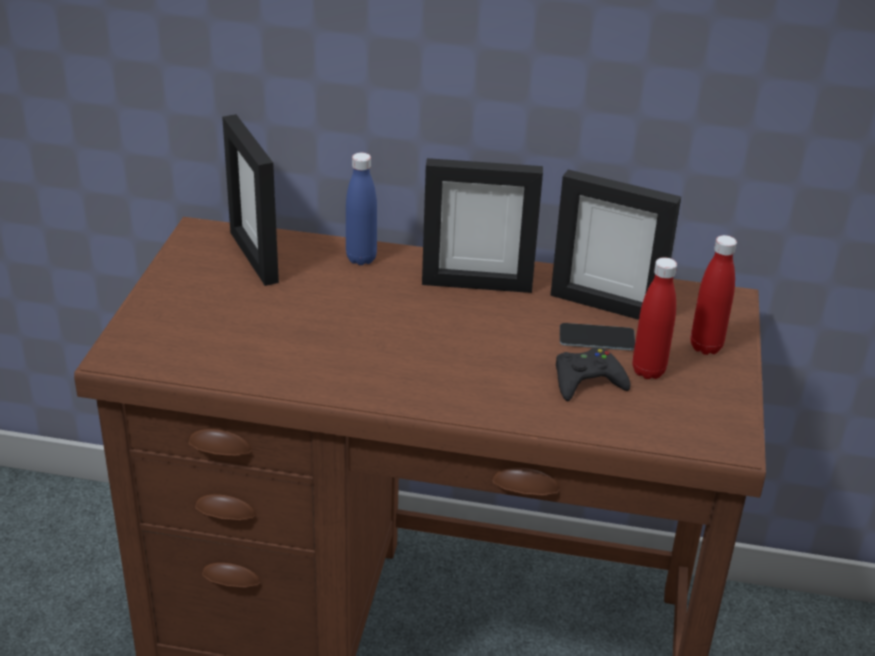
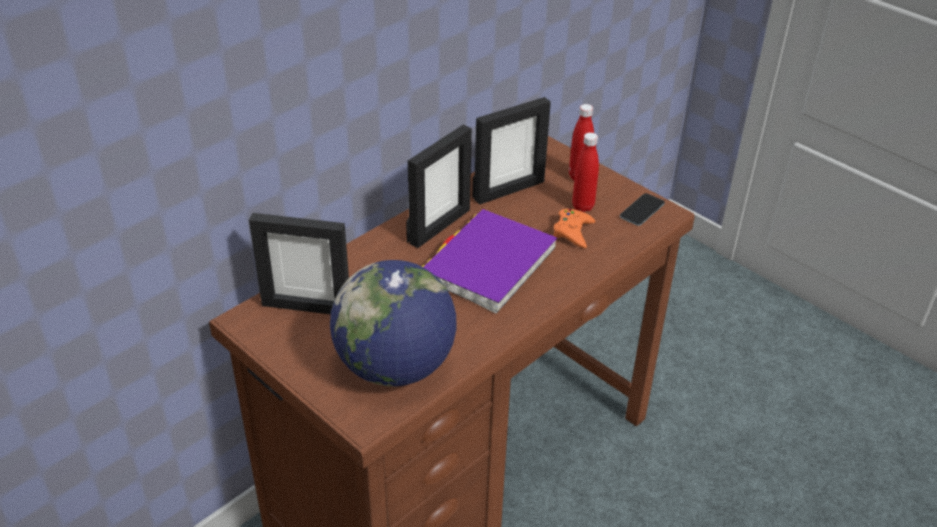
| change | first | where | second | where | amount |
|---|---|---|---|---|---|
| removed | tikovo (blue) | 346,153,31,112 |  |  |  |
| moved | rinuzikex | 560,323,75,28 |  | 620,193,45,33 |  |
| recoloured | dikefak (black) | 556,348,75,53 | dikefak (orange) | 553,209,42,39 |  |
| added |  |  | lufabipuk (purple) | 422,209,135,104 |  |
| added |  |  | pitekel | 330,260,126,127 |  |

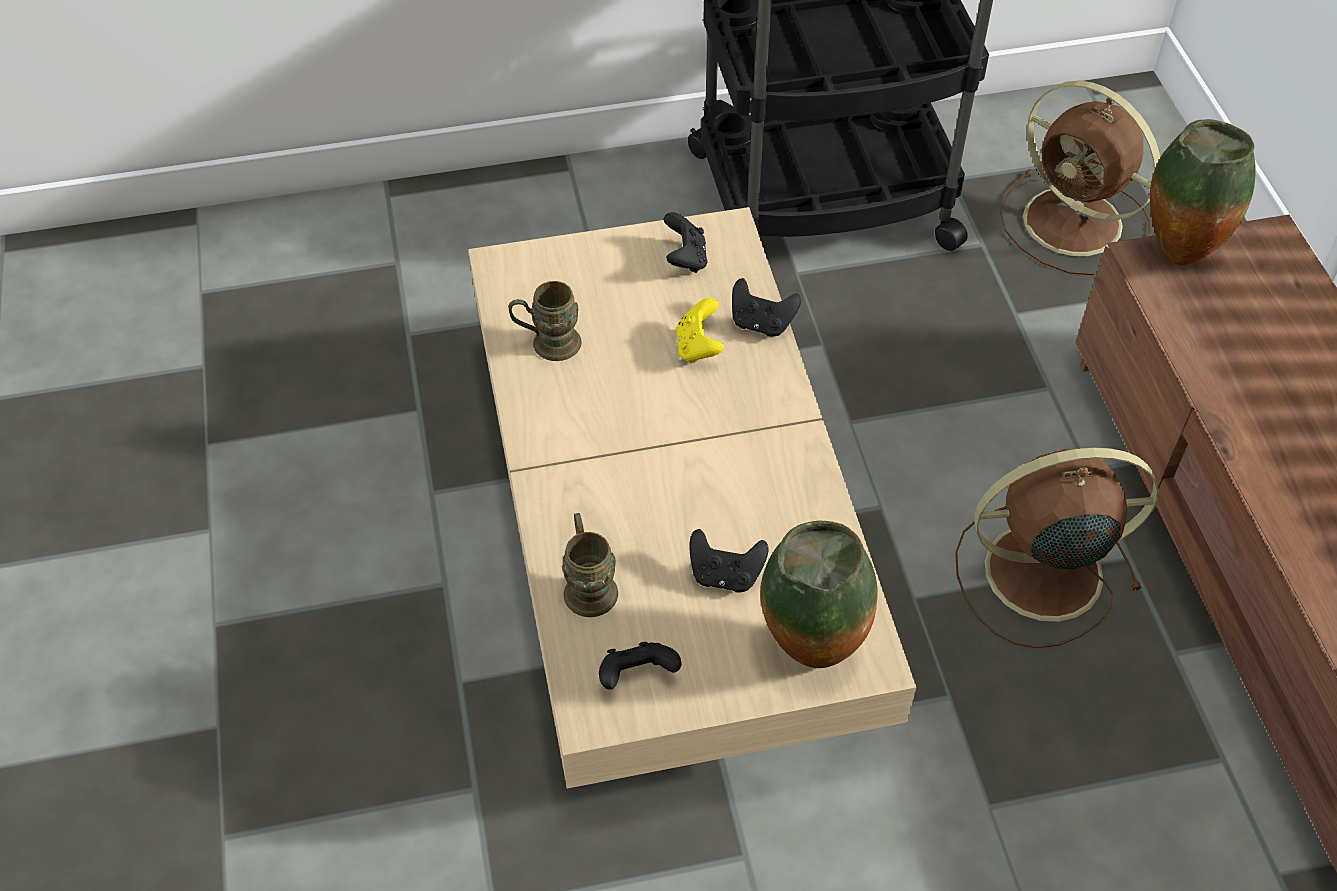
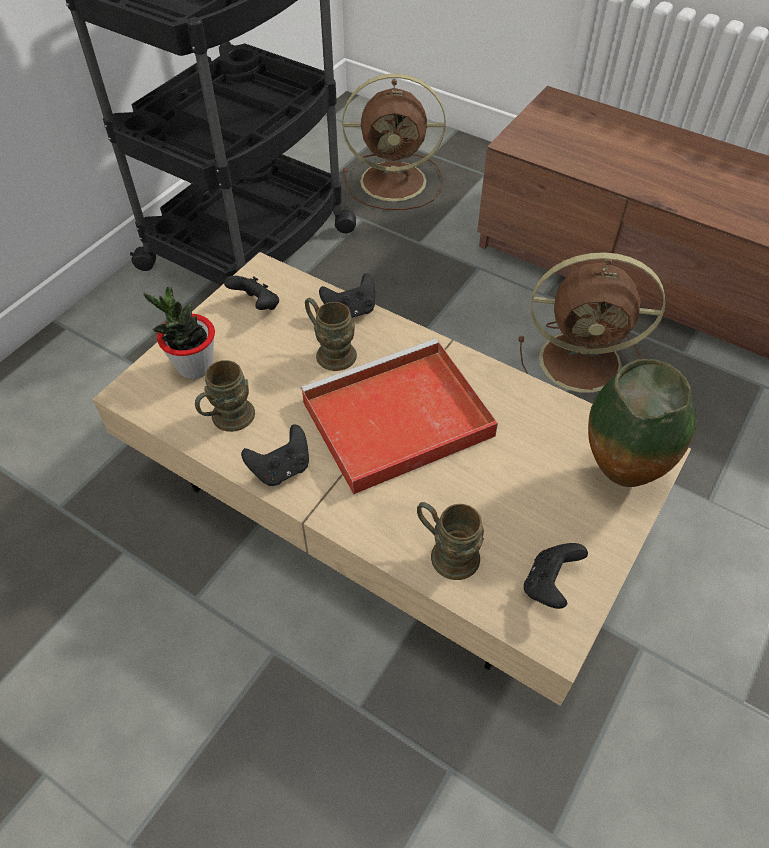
| change | first | where | second | where | amount |
|---|---|---|---|---|---|
| removed | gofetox | 1150,119,106,147 |  |  |  |
| replaced | dikefak (yellow) | 676,298,48,66 | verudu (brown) | 305,298,52,73 |  |
| turned | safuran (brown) | 955,448,204,200 |  | 519,252,146,140 | 120 degrees counterclockwise |
| moved | dikefak (black) | 689,529,79,63 |  | 241,424,68,62 |  |
| added |  |  | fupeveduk | 143,286,72,93 |  |
| added |  |  | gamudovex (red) | 301,339,197,156 |  |

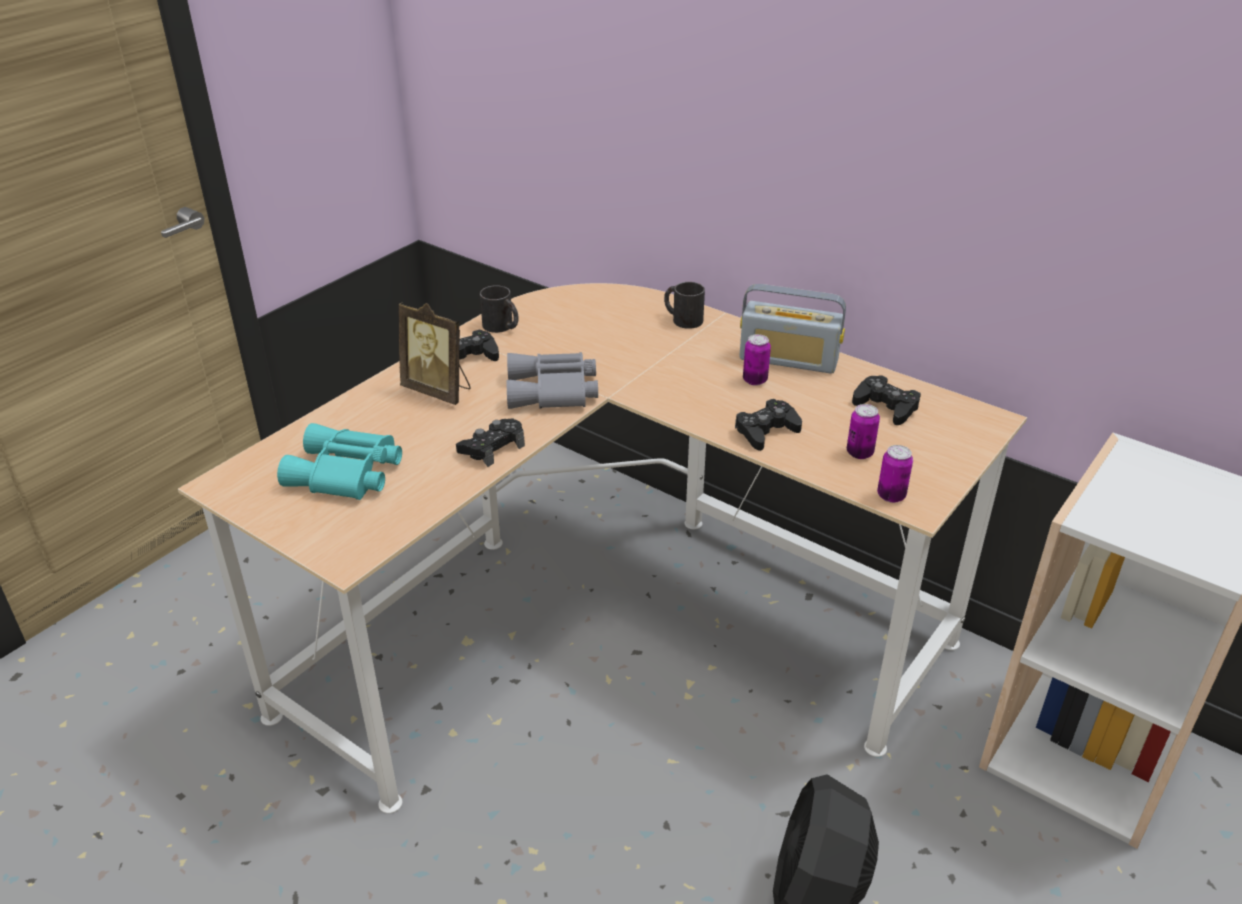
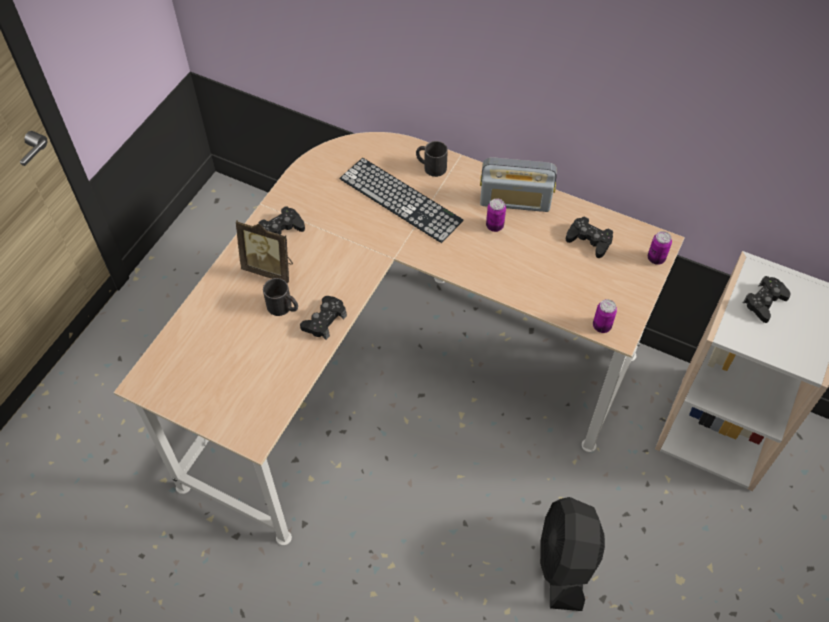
| change | first | where | second | where | amount |
|---|---|---|---|---|---|
| moved | verudu (black) | 480,285,39,48 |  | 263,278,35,38 |  |
| removed | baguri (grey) | 507,352,91,57 |  |  |  |
| moved | dikefak (black) | 735,399,67,52 |  | 743,276,47,47 |  |
| moved | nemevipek | 847,404,33,55 |  | 648,231,24,34 |  |
| removed | baguri (turquoise) | 277,423,125,77 |  |  |  |
| added |  |  | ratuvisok | 340,158,124,85 |  |

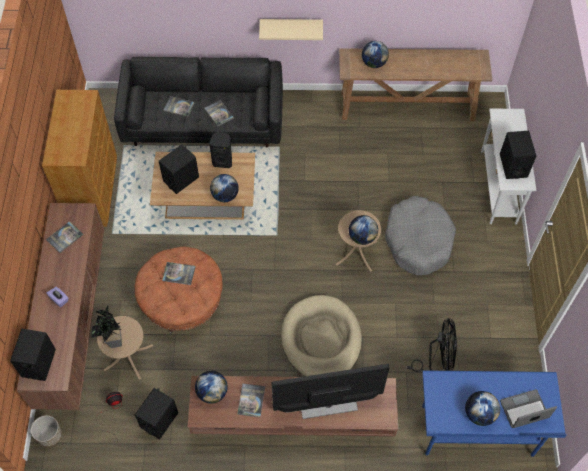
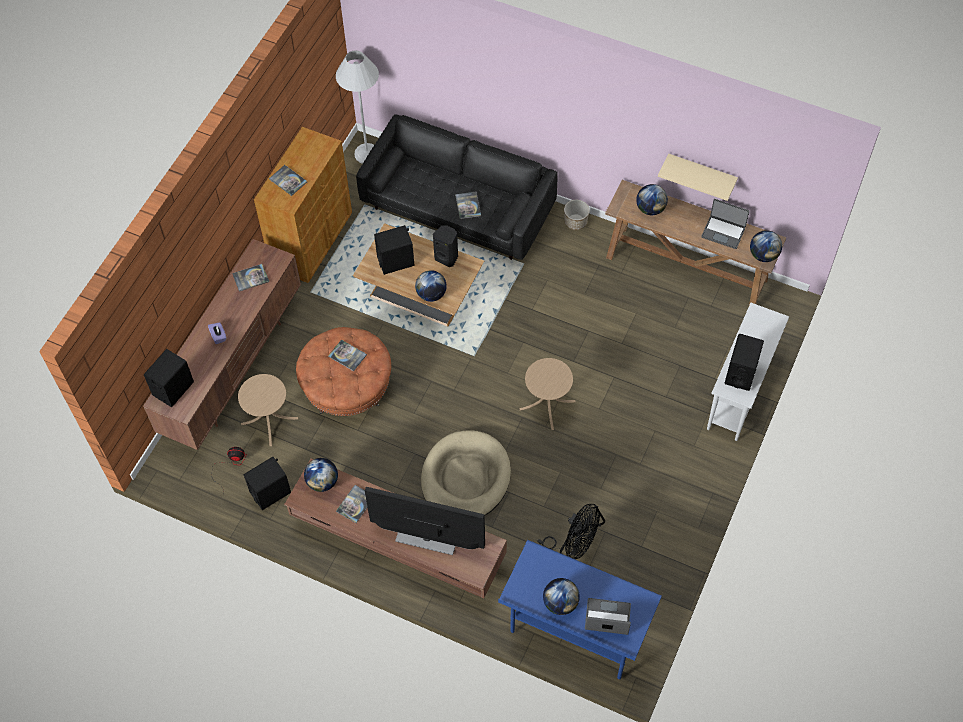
| change | first | where | second | where | amount |
|---|---|---|---|---|---|
| moved | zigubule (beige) | 259,19,64,21 |  | 658,154,80,47 |  |
| moved | lufabipuk | 163,96,32,21 |  | 269,165,38,31 |  |
| removed | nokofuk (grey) | 385,196,71,79 |  |  |  |
| moved | pitekel | 349,215,29,30 |  | 750,230,32,32 |  |
| removed | fupeveduk | 92,306,30,42 |  |  |  |
| moved | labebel | 31,415,31,32 |  | 564,200,26,30 |  |
| added |  |  | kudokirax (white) | 336,50,43,114 |  |
| added |  |  | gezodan | 701,199,49,50 |  |

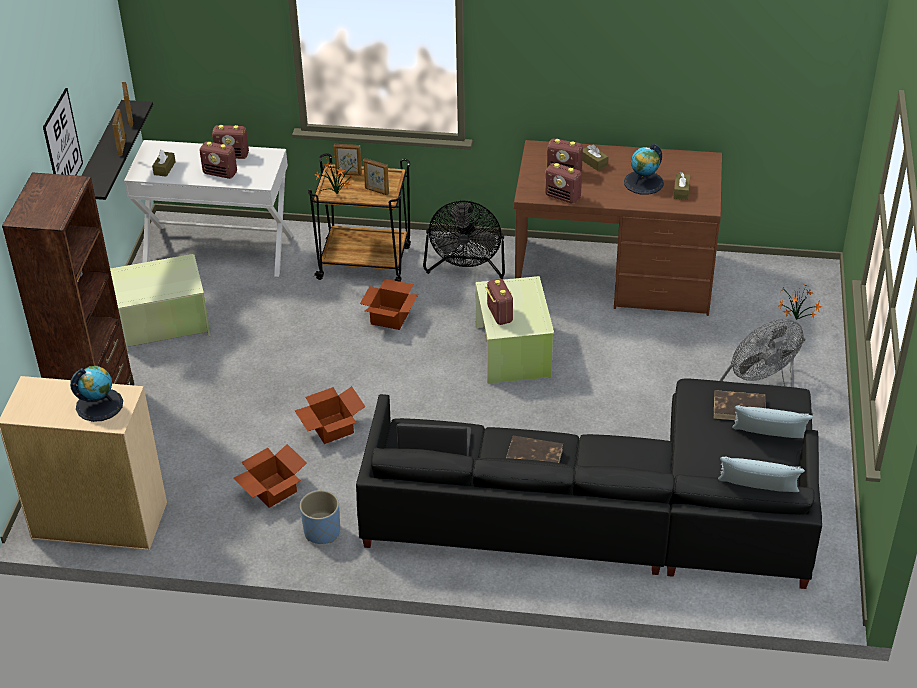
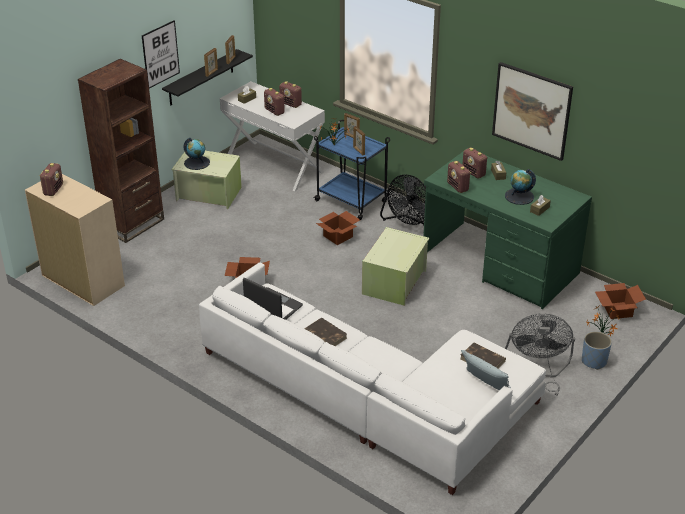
| change | first | where | second | where | amount |
|---|---|---|---|---|---|
| recoloured | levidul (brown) | 514,140,208,176 | levidul (green) | 423,148,169,161 |  |
| recoloured | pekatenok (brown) | 308,153,103,129 | pekatenok (blue) | 314,120,76,100 |  |
| moved | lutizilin | 485,278,28,47 |  | 39,163,24,33 |  |
| moved | pitekel | 70,366,53,56 |  | 183,138,27,32 |  |
| recoloured | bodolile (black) | 356,378,466,211 | bodolile (white) | 199,262,347,233 |  |
| moved | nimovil | 234,444,73,64 |  | 595,283,51,36 |  |
| removed | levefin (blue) | 718,456,87,36 |  |  |  |
| moved | labebel (blue) | 300,490,40,54 |  | 582,331,30,39 |  |
| added |  |  | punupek | 492,62,81,99 |  |

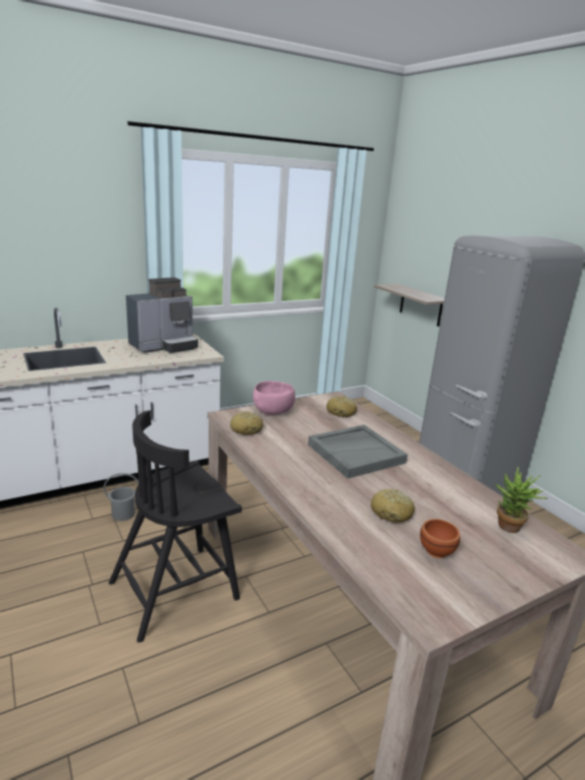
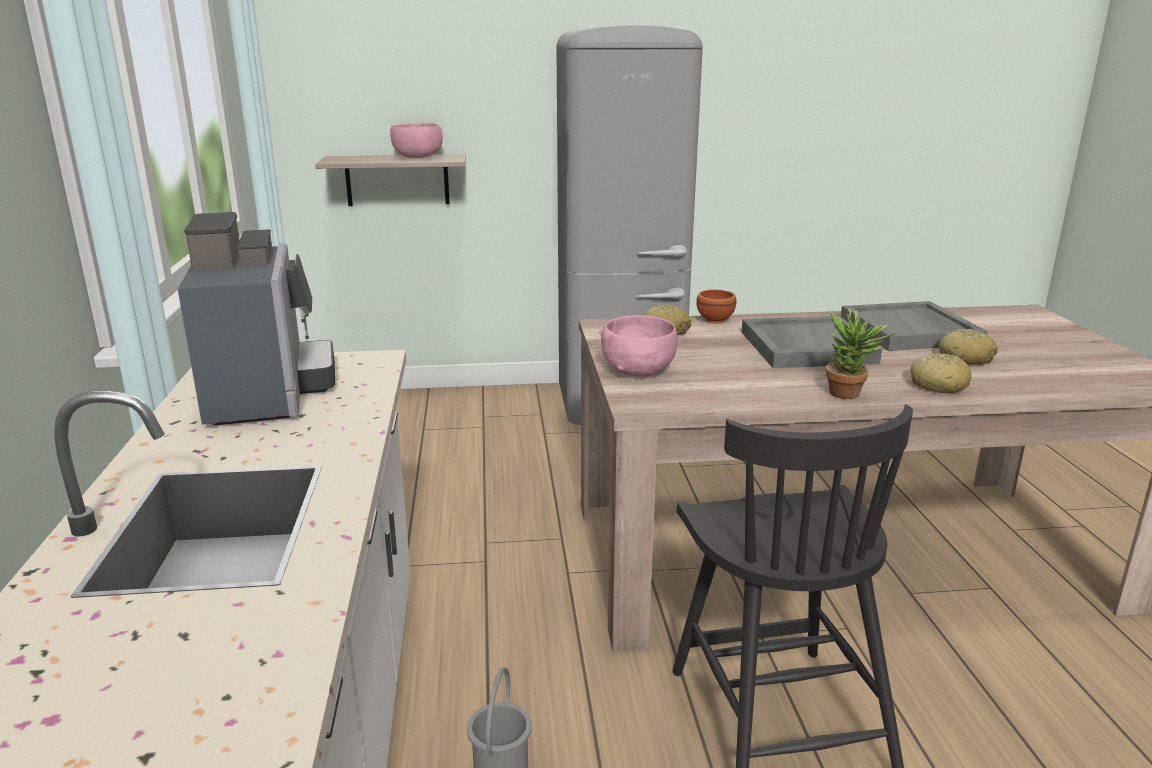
| change | first | where | second | where | amount |
|---|---|---|---|---|---|
| moved | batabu | 230,411,33,24 |  | 910,353,61,40 |  |
| moved | fupeveduk | 495,467,53,66 |  | 826,308,71,91 |  |
| moved | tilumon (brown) | 420,519,40,39 |  | 696,290,40,34 |  |
| added |  |  | tilumon (pink) | 390,123,53,35 |  |
| added |  |  | gamudovex (grey) | 841,301,146,50 |  |

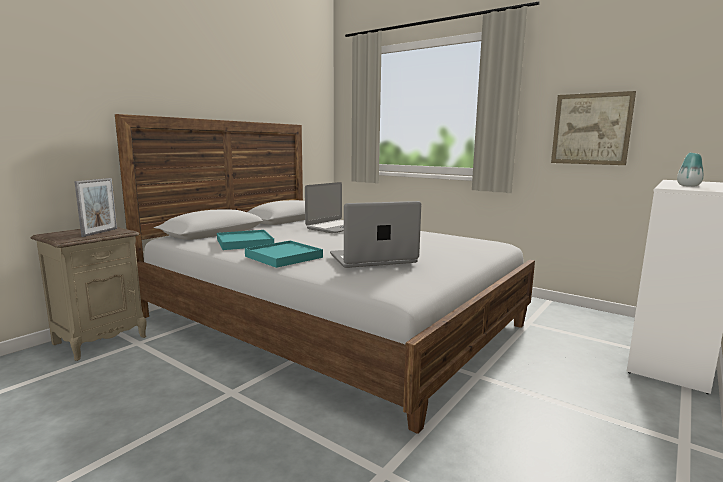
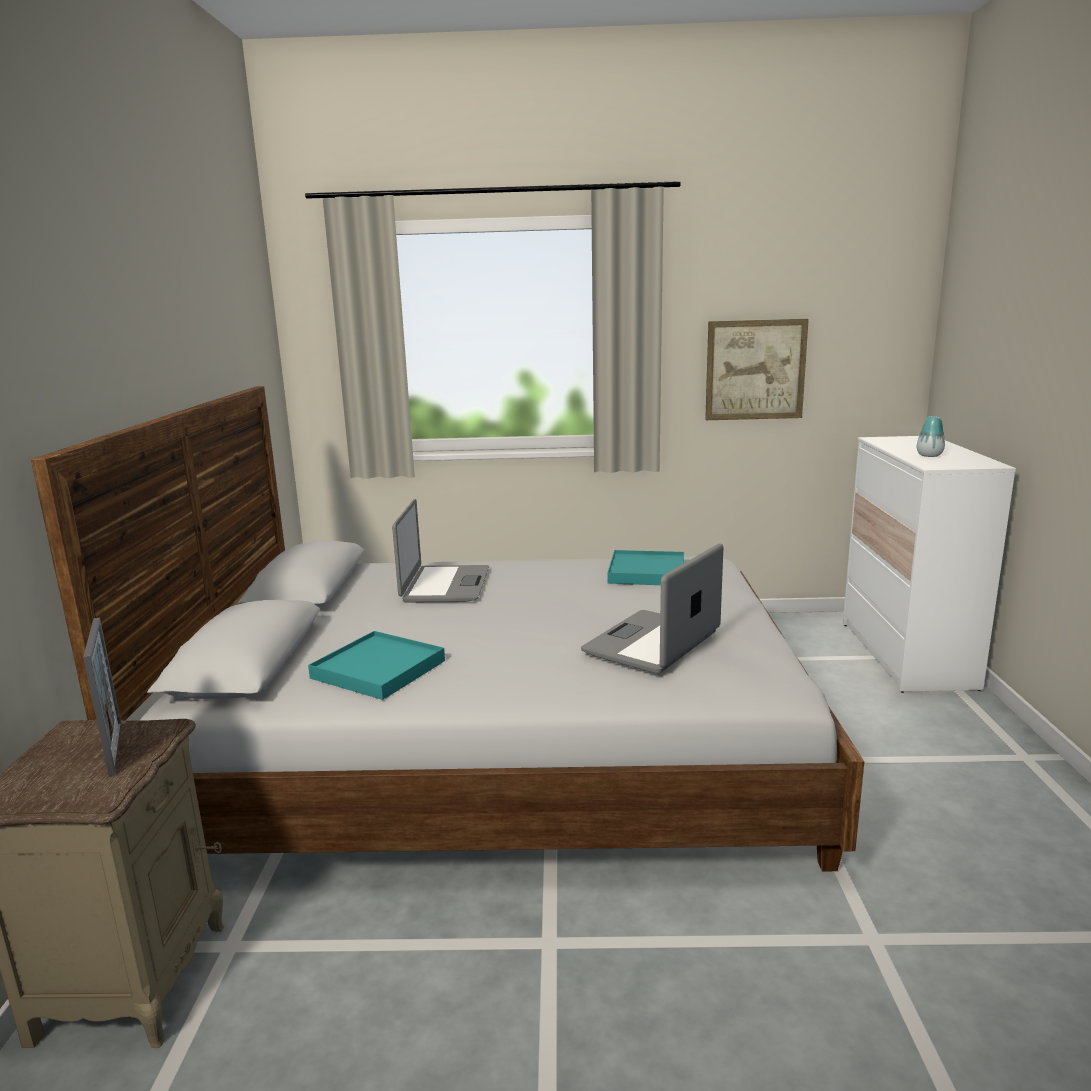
| change | first | where | second | where | amount |
|---|---|---|---|---|---|
| moved | gamudovex (turquoise) | 245,241,78,27 |  | 607,550,77,35 |  |

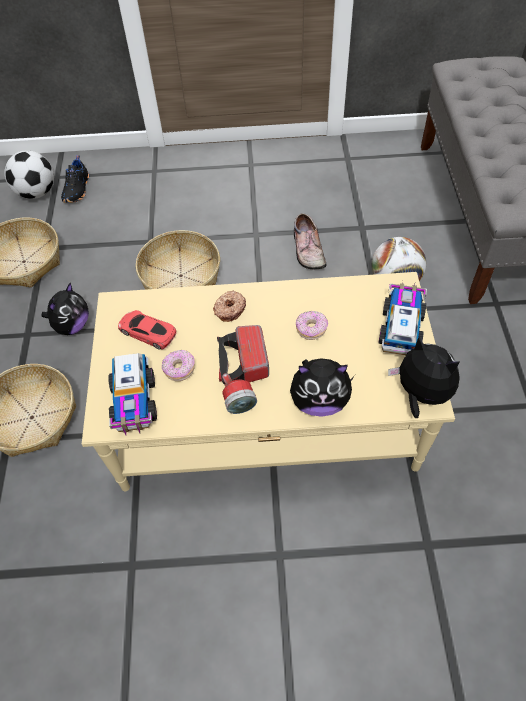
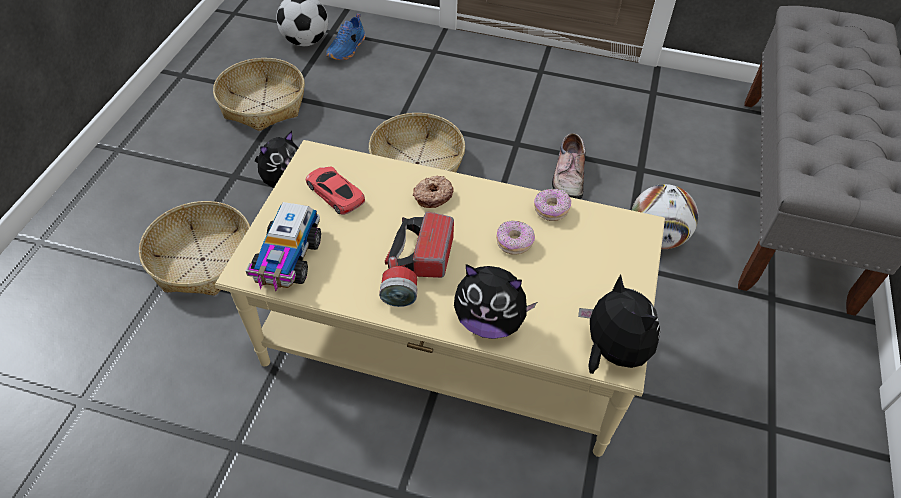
| change | first | where | second | where | amount |
|---|---|---|---|---|---|
| recoloured | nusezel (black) | 61,155,28,48 | nusezel (blue) | 326,13,39,47 |  |
| removed | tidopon | 378,281,49,74 |  |  |  |
| moved | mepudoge | 162,350,33,31 |  | 534,189,37,32 |  |

